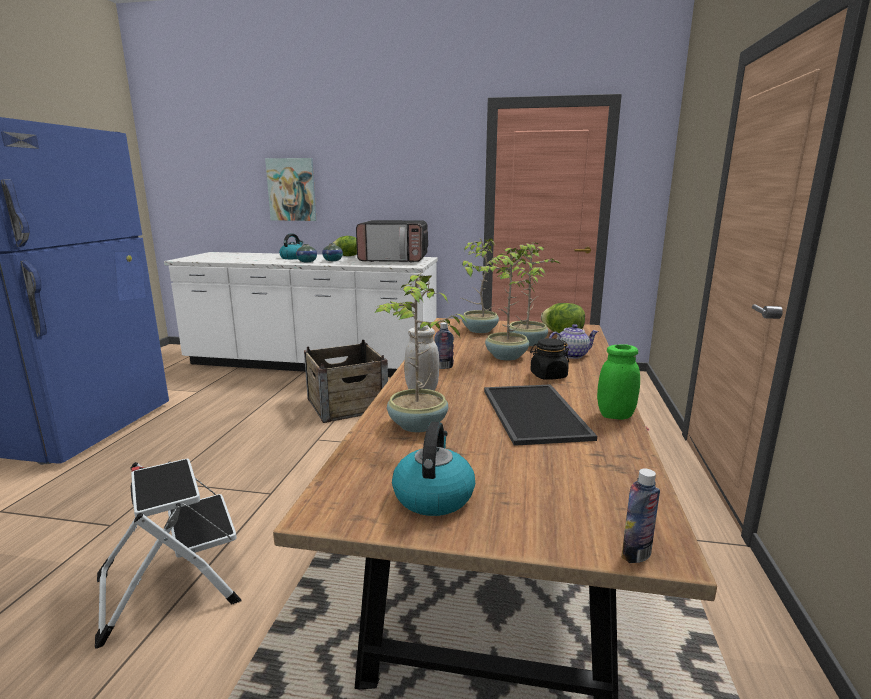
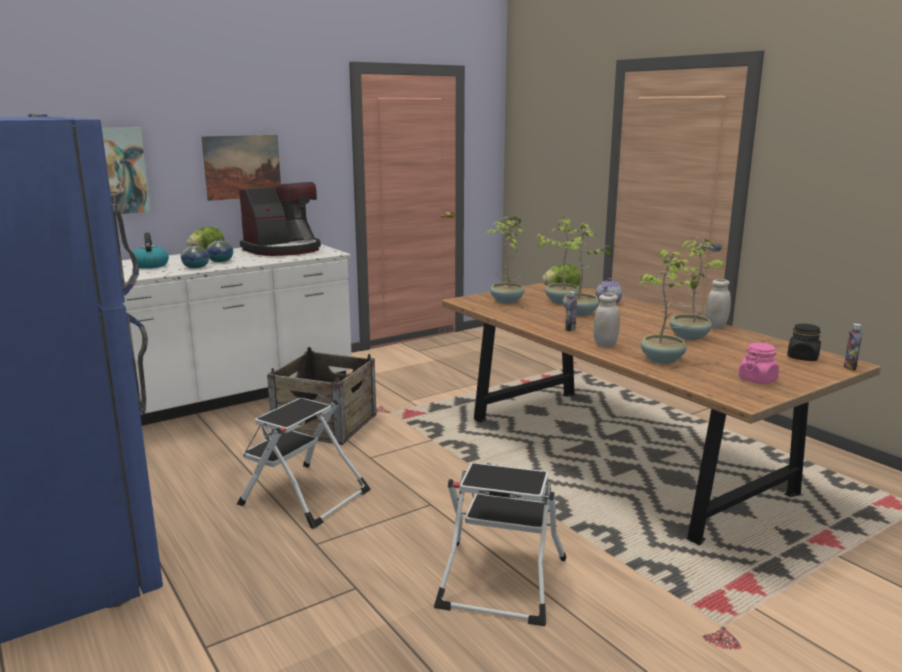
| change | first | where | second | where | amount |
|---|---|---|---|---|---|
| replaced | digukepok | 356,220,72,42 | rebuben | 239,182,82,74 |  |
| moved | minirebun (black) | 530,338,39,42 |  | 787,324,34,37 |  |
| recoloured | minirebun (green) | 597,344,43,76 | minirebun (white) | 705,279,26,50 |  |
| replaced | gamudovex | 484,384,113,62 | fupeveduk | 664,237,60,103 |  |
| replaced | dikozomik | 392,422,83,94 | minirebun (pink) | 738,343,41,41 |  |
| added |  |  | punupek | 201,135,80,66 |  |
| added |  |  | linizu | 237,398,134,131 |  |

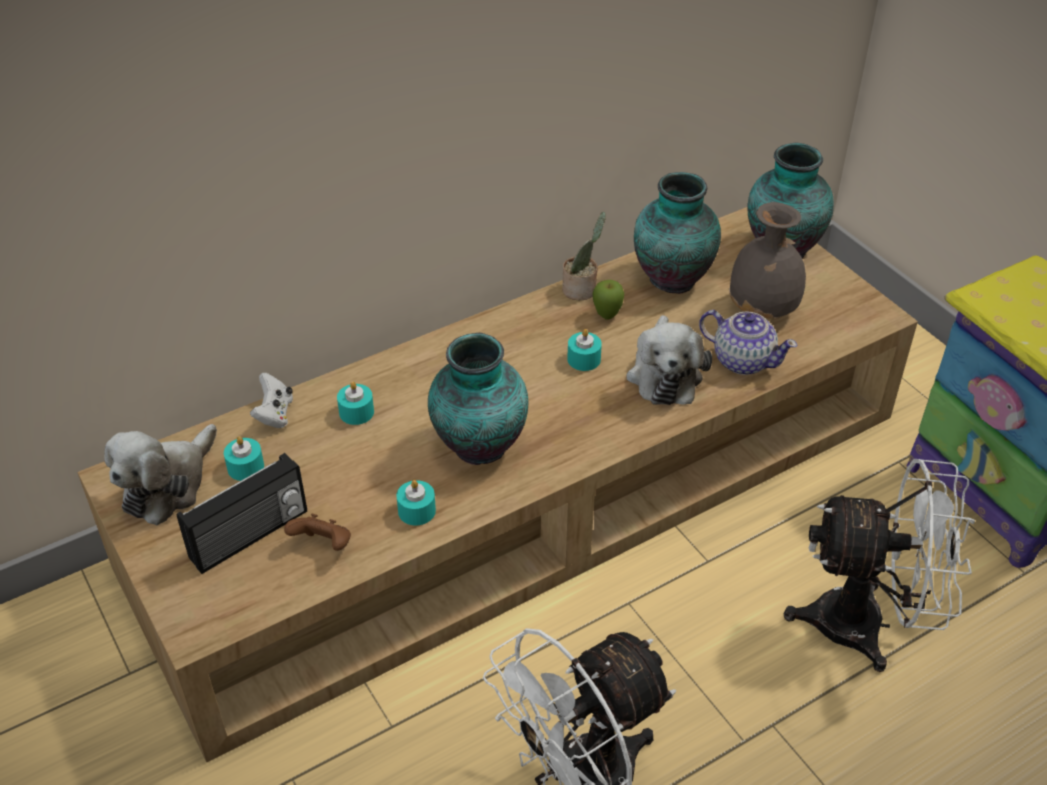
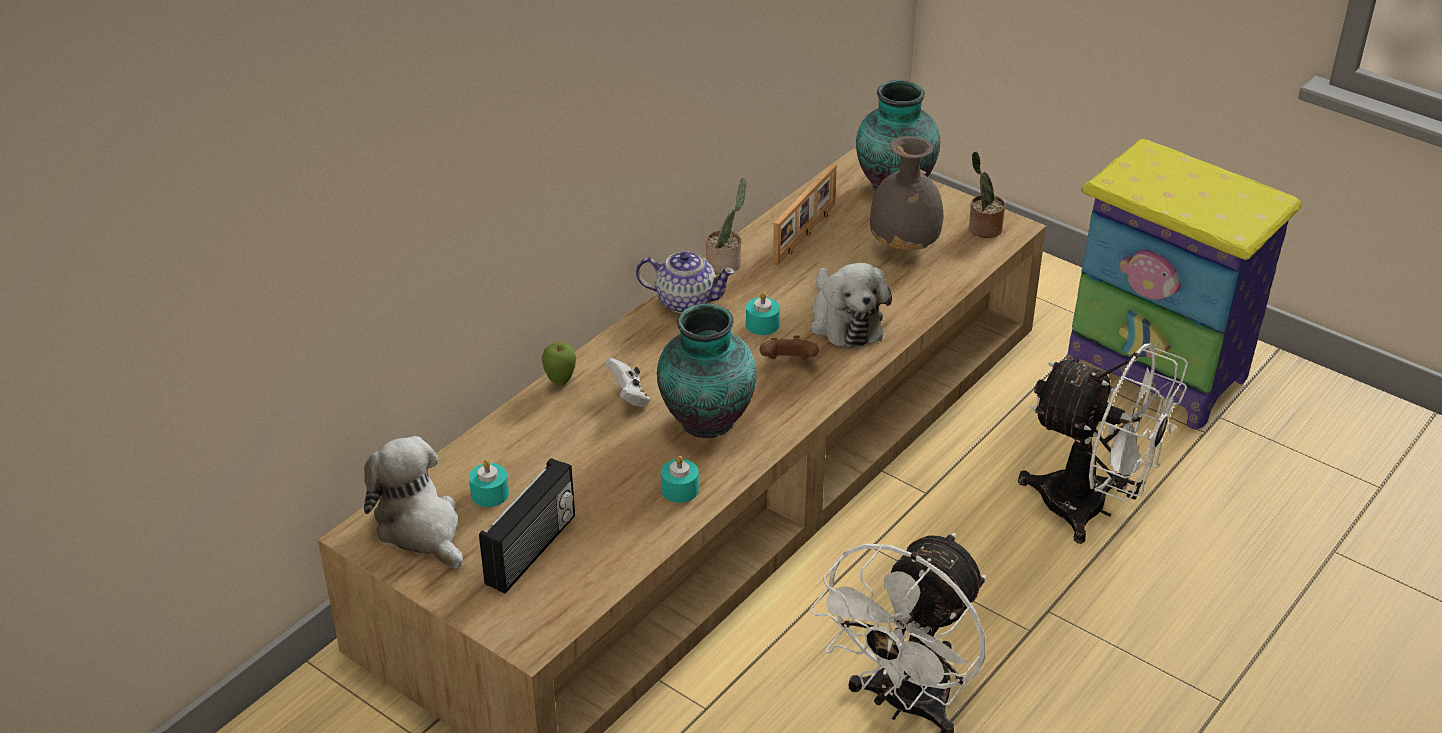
| change | first | where | second | where | amount |
|---|---|---|---|---|---|
| replaced | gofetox | 634,172,87,122 | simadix | 773,164,64,102 |  |
| moved | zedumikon | 592,280,32,40 |  | 541,342,35,44 |  |
| moved | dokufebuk | 699,310,98,65 |  | 636,251,100,62 |  |
| moved | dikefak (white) | 250,373,43,55 |  | 605,358,45,49 |  |
| removed | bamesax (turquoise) | 337,382,37,43 |  |  |  |
| turned | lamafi | 104,424,113,101 |  | 364,436,99,133 | 135 degrees clockwise |
| turned | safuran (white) | 784,459,191,213 |  | 1018,343,170,201 | 45 degrees clockwise |
| moved | dikefak (brown) | 284,514,67,37 |  | 760,335,59,25 |  |
| added |  |  | fupeveduk | 969,152,36,86 |  |

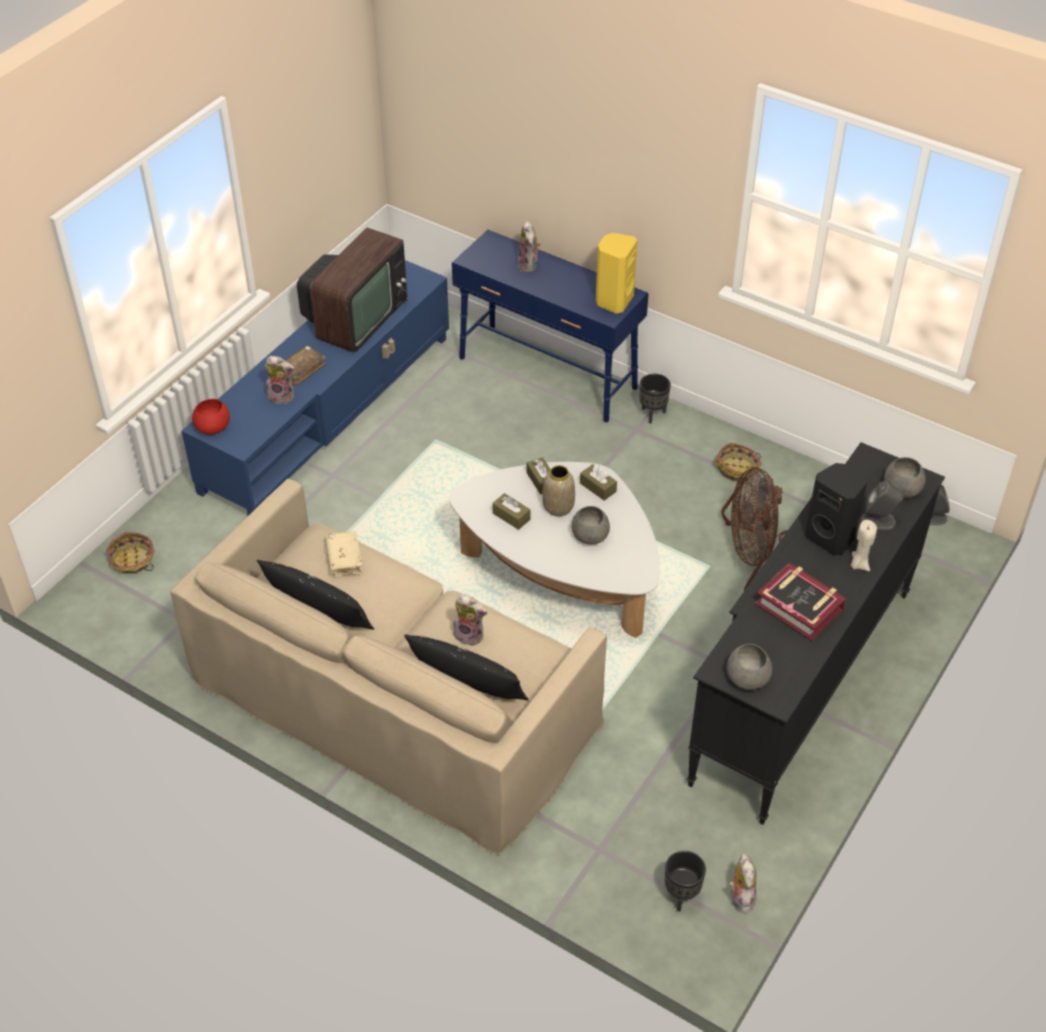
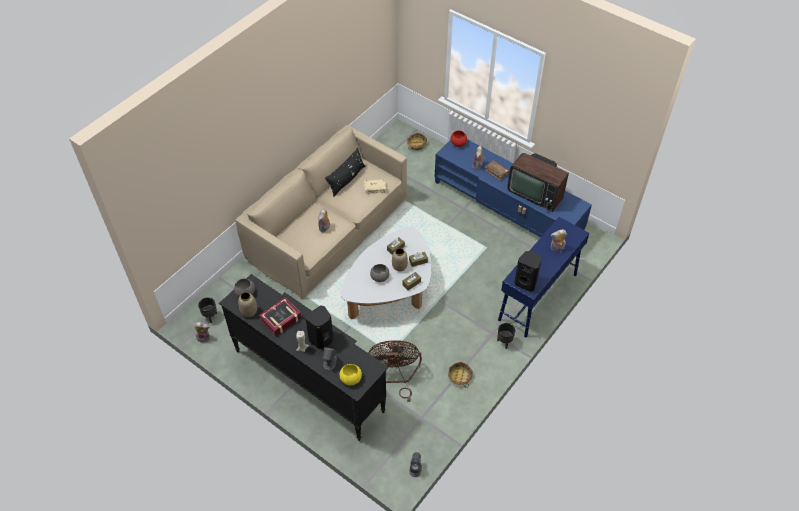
| change | first | where | second | where | amount |
|---|---|---|---|---|---|
| recoloured | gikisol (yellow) | 596,233,42,81 | gikisol (black) | 514,251,28,41 |  |
| recoloured | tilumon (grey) | 884,457,42,41 | tilumon (yellow) | 339,364,23,21 |  |
| removed | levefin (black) | 404,635,125,65 |  |  |  |
| added |  |  | gofetox | 238,292,19,25 |  |

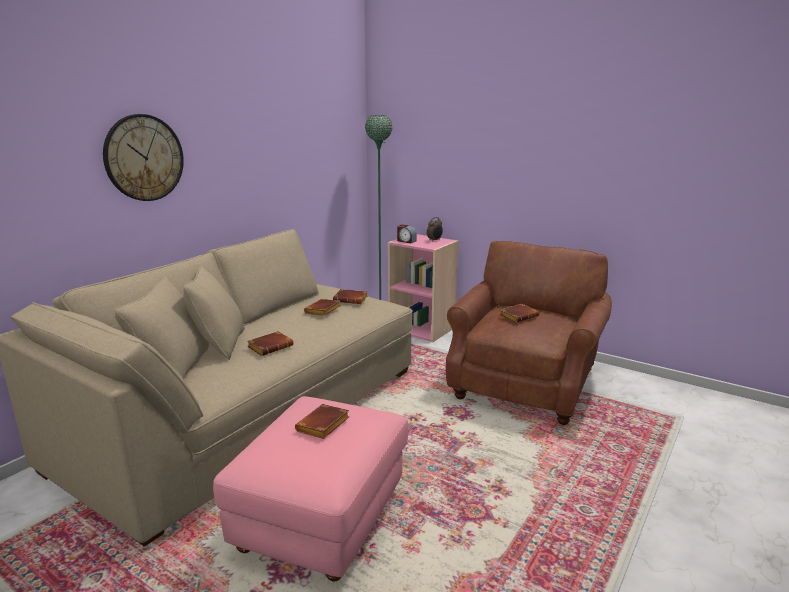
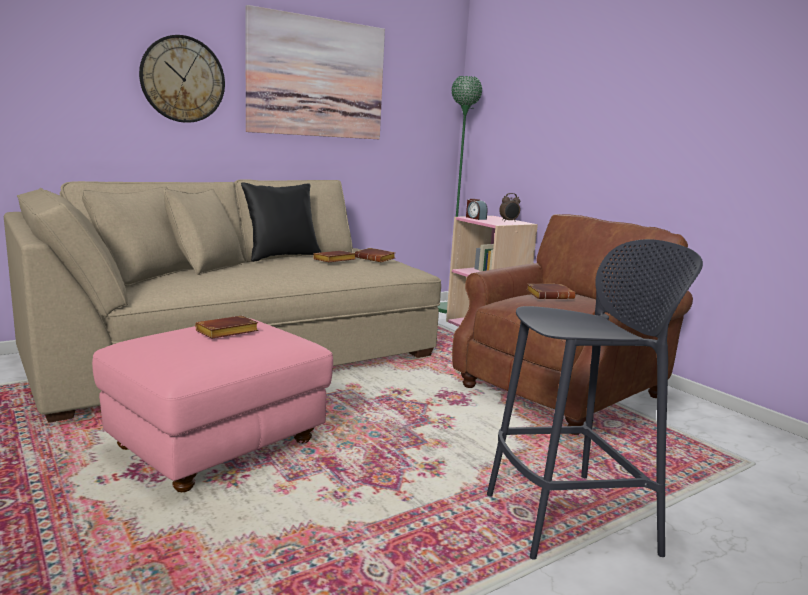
| change | first | where | second | where | amount |
|---|---|---|---|---|---|
| removed | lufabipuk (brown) | 247,331,46,25 |  |  |  |
| added |  |  | punupek | 245,5,140,134 |  |
| added |  |  | levefin (black) | 241,182,80,80 |  |
| added |  |  | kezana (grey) | 487,239,216,321 |  |

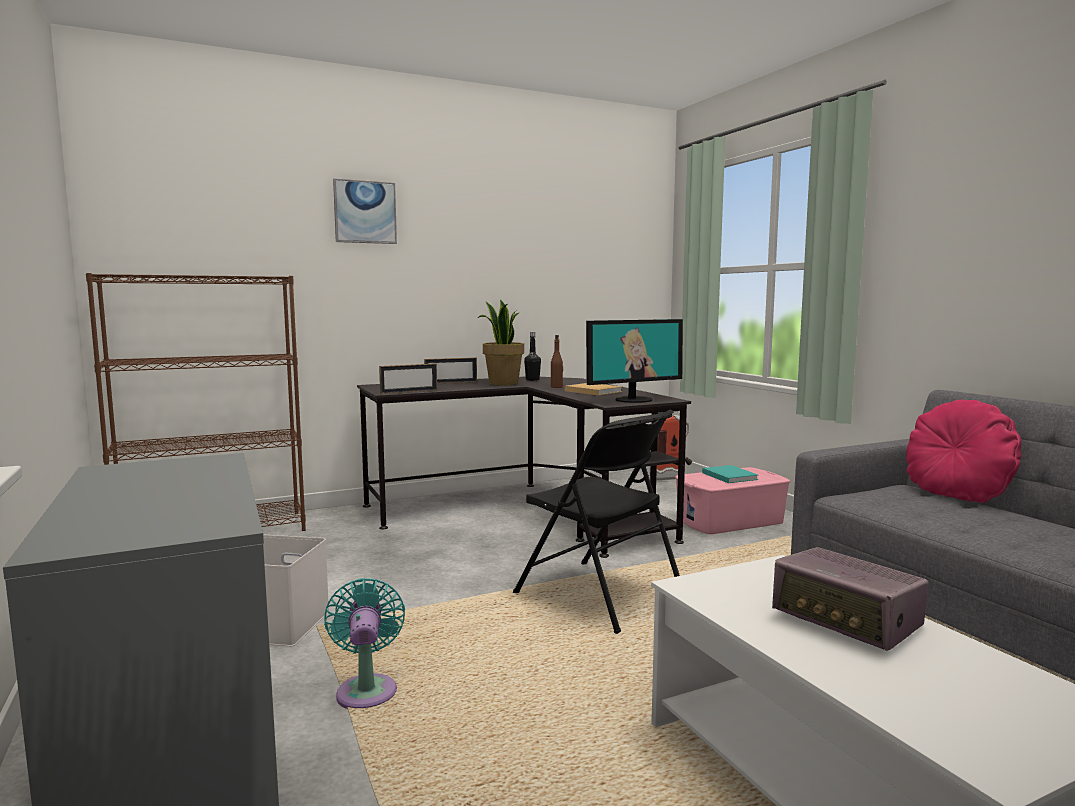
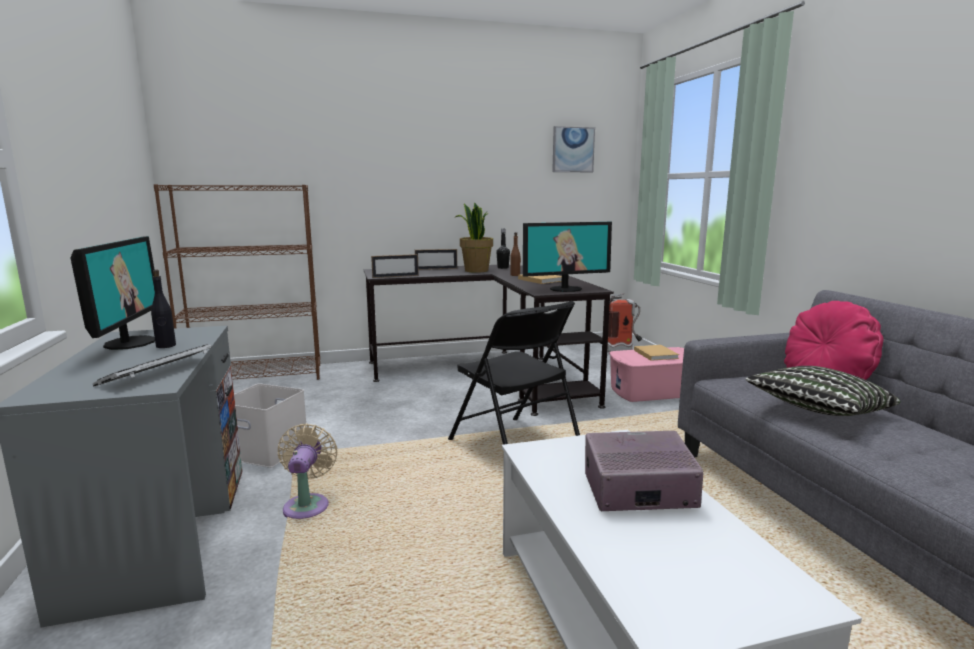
| change | first | where | second | where | amount |
|---|---|---|---|---|---|
| moved | punupek | 333,179,64,65 |  | 552,126,43,46 |  |
| recoloured | lufabipuk (turquoise) | 702,465,56,18 | lufabipuk (beige) | 634,345,45,16 |  |
| turned | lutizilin | 772,547,157,104 |  | 585,431,118,80 | 120 degrees clockwise |
| recoloured | safuran (turquoise) | 324,578,81,131 | safuran (beige) | 278,424,60,95 |  |
| added |  |  | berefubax | 70,236,85,114 |  |
| added |  |  | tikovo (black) | 151,270,25,78 |  |
| added |  |  | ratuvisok | 93,344,119,43 |  |
| added |  |  | levefin | 745,366,155,50 |  |

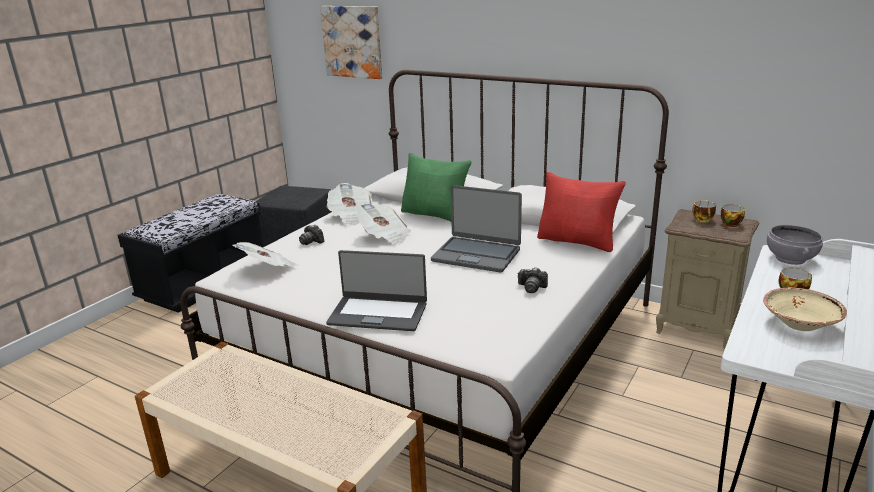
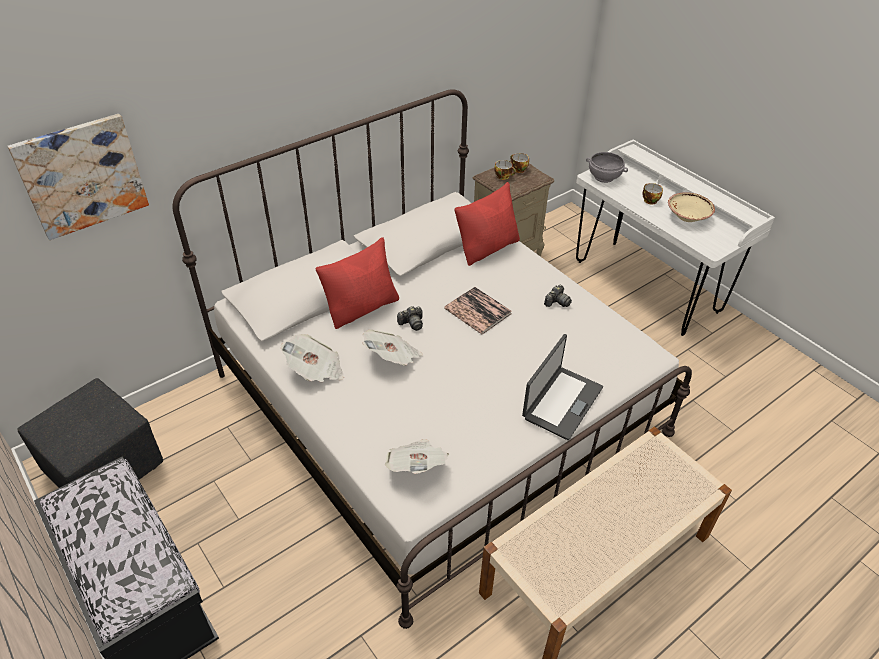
| change | first | where | second | where | amount |
|---|---|---|---|---|---|
| recoloured | levefin (green) | 401,153,70,68 | levefin (red) | 316,237,83,92 |  |
| replaced | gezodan | 431,185,91,87 | lufabipuk | 444,287,68,47 |  |
| moved | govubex | 299,225,25,20 |  | 397,306,26,25 |  |

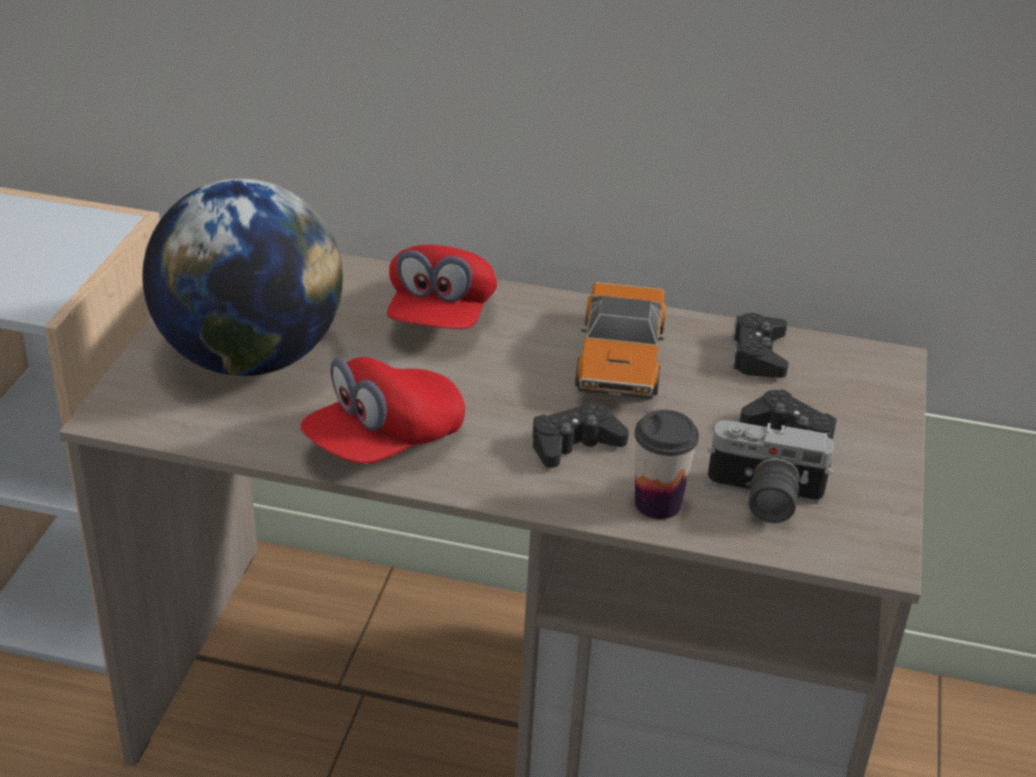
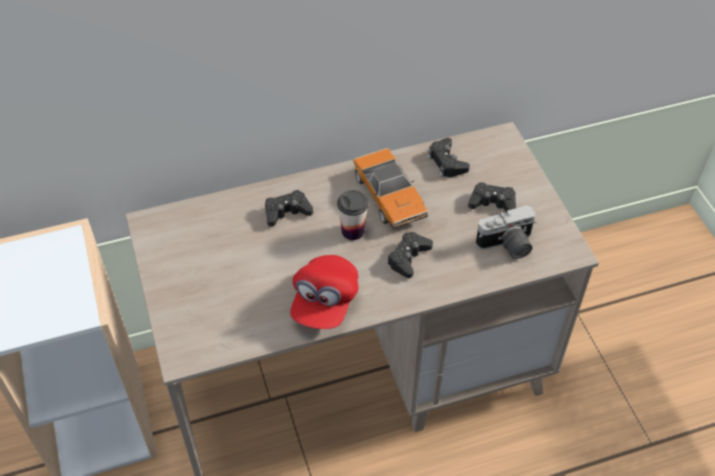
| change | first | where | second | where | amount |
|---|---|---|---|---|---|
| removed | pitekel | 142,178,201,198 |  |  |  |
| replaced | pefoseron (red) | 387,245,110,84 | dikefak (black) | 265,190,48,37 |  |
| moved | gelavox | 634,410,65,109 |  | 337,190,32,50 |  |

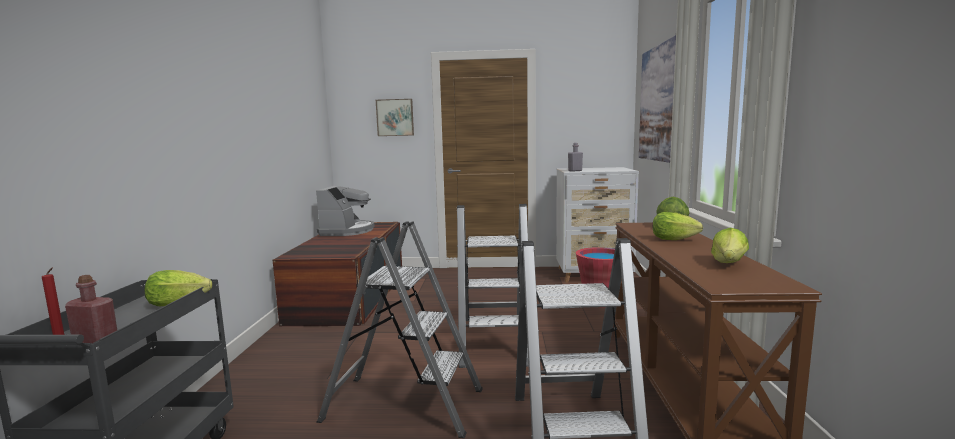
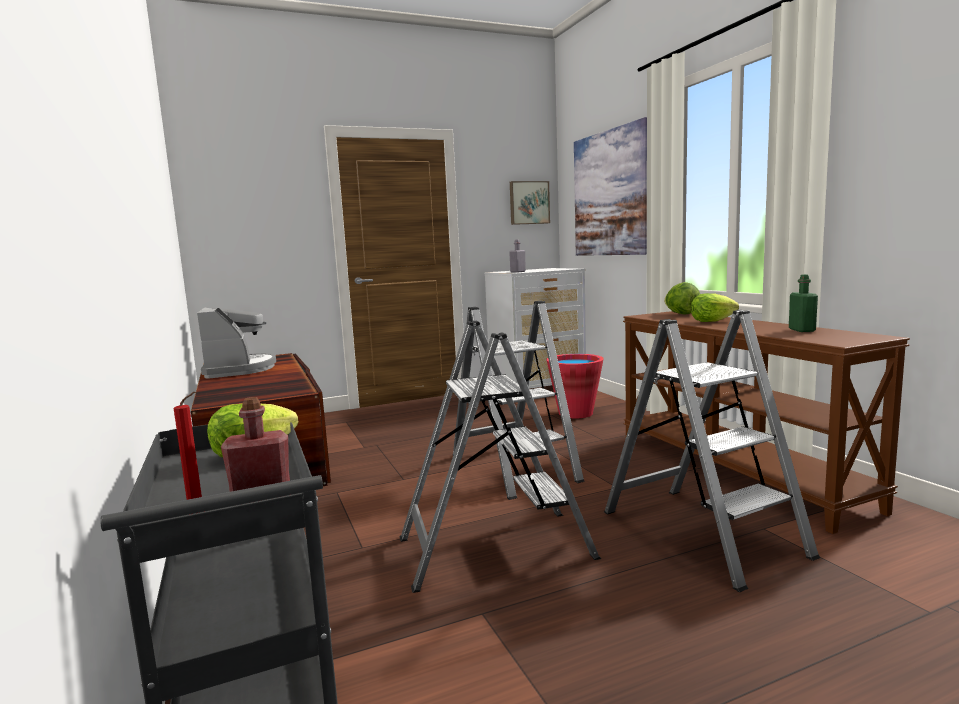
| change | first | where | second | where | amount |
|---|---|---|---|---|---|
| moved | punupek | 376,99,38,37 |  | 510,181,40,44 |  |
| replaced | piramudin | 711,228,38,35 | tikovo (green) | 789,274,29,58 |  |

